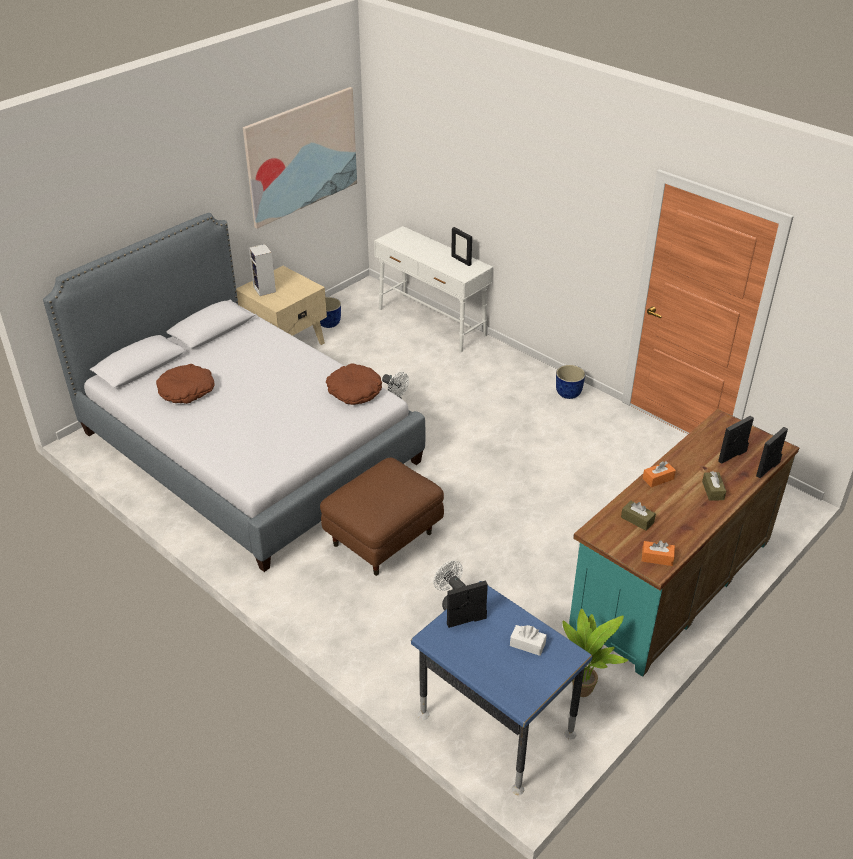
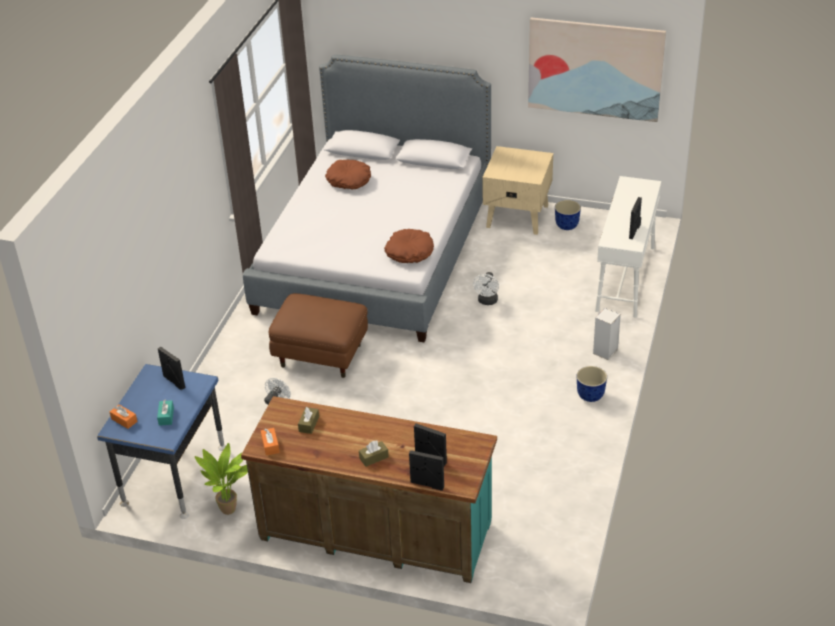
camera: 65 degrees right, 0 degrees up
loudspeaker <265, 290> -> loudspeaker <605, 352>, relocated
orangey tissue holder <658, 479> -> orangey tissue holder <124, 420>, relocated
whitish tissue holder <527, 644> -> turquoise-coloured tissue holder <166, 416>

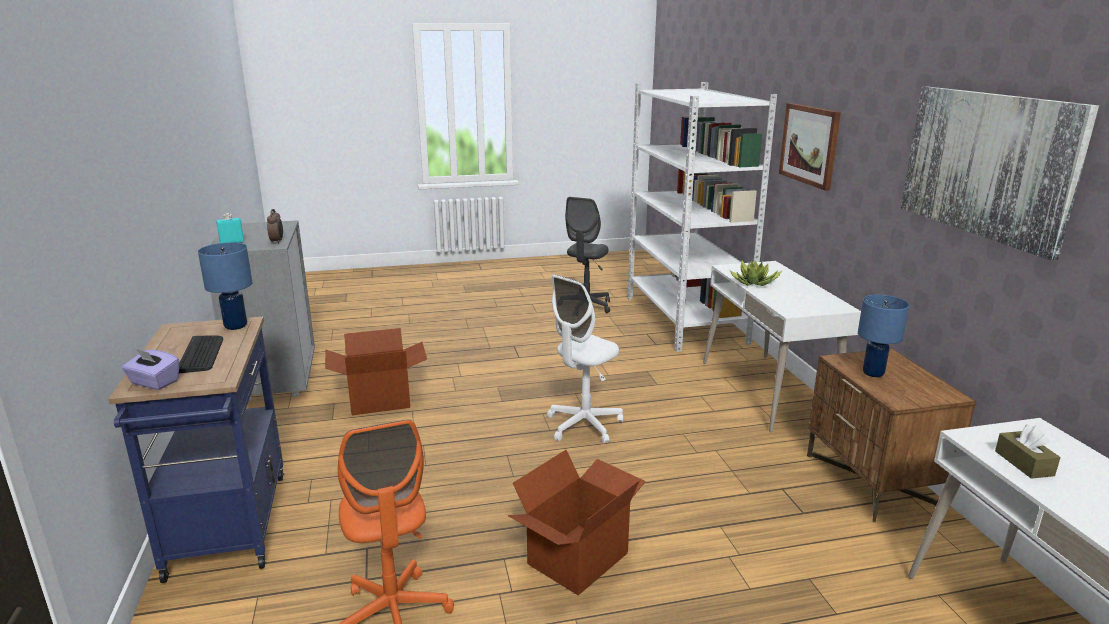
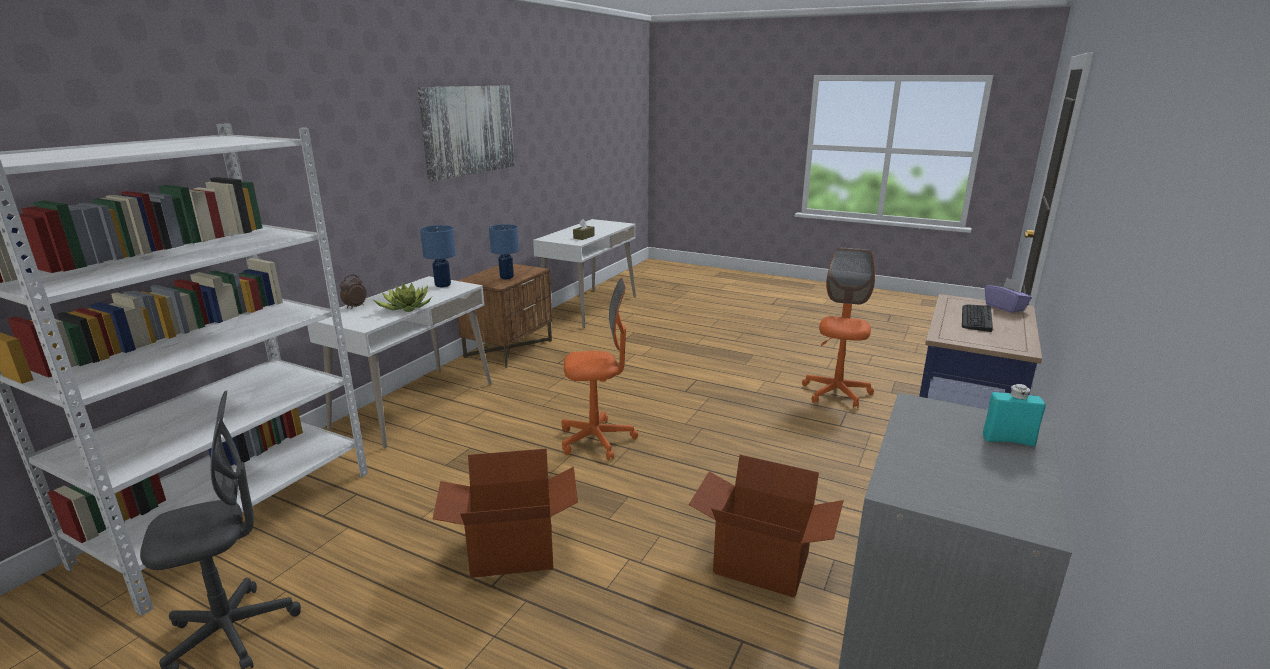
camera: 140 degrees left, 0 degrees up
wall picture <809, 145> -> none
bedside clock <277, 242> -> bedside clock <354, 307>, relocated
bluish lamp for a table <235, 327> -> bluish lamp for a table <443, 285>, relocated
whitish office chair <584, 425> -> orangey office chair <596, 440>
packing box <576, 557> -> packing box <512, 552>, relocated

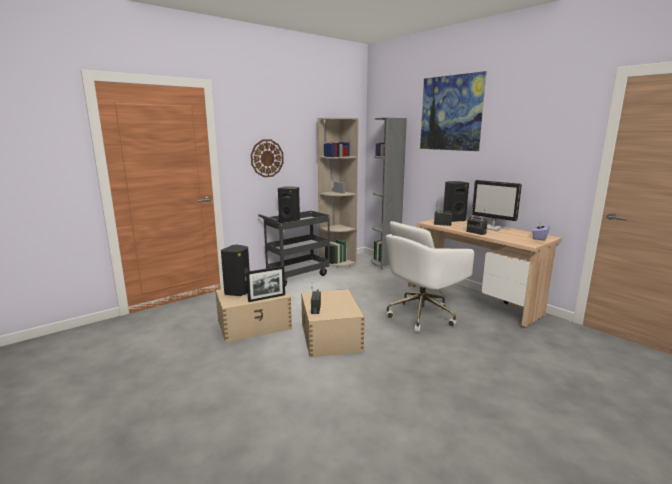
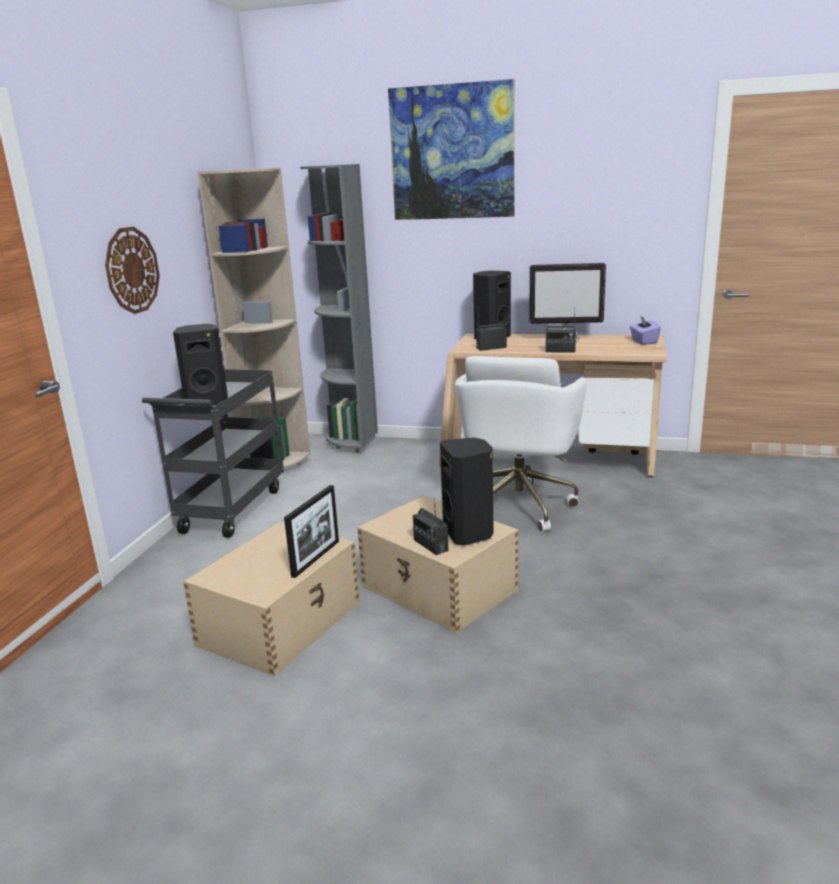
camera: 35 degrees left, 5 degrees up
black loudspeaker <238, 292> -> black loudspeaker <469, 534>, relocated

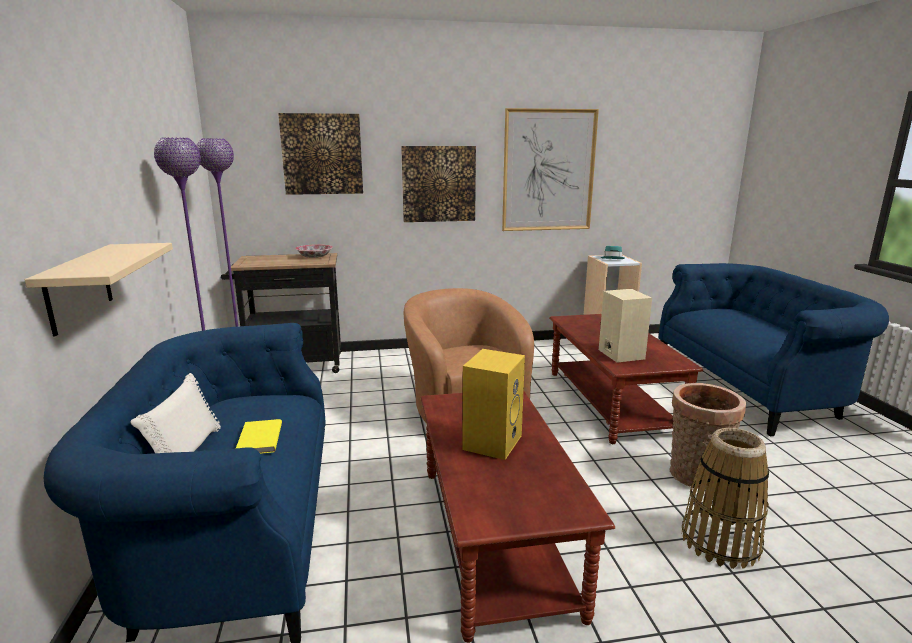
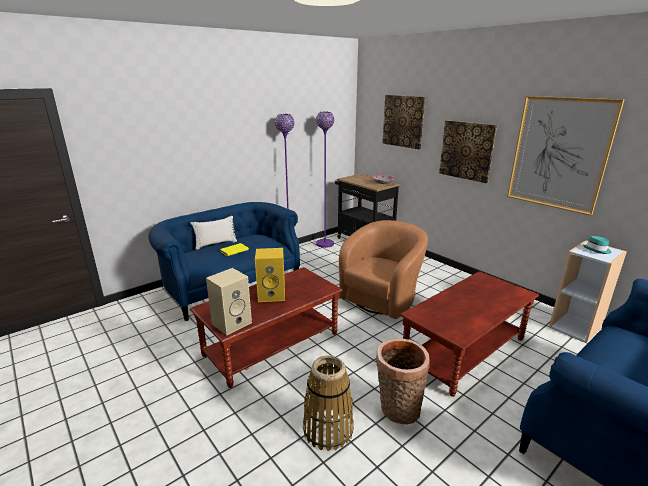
camera: 60 degrees right, 5 degrees up
beige-coloured shelf <79, 288> -> none
beige-coloured loudspeaker <620, 354> -> beige-coloured loudspeaker <232, 322>, relocated

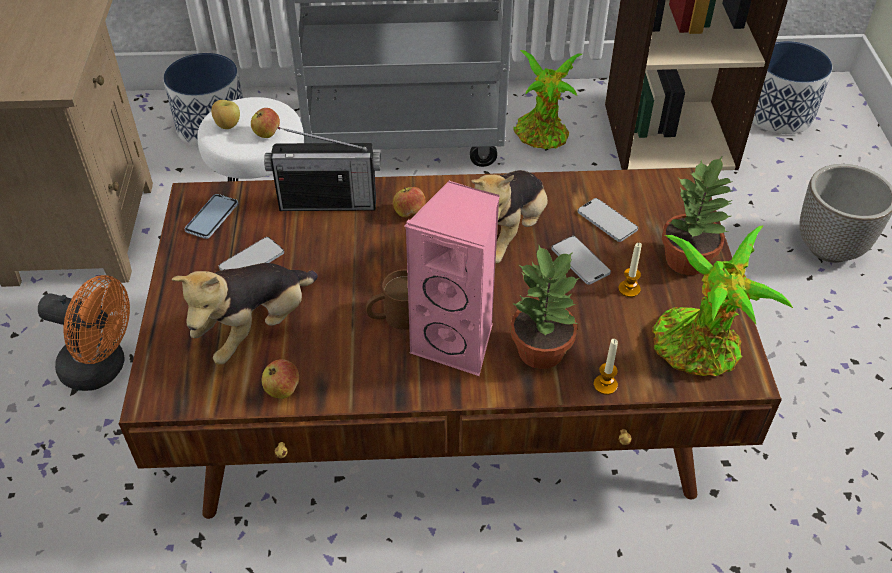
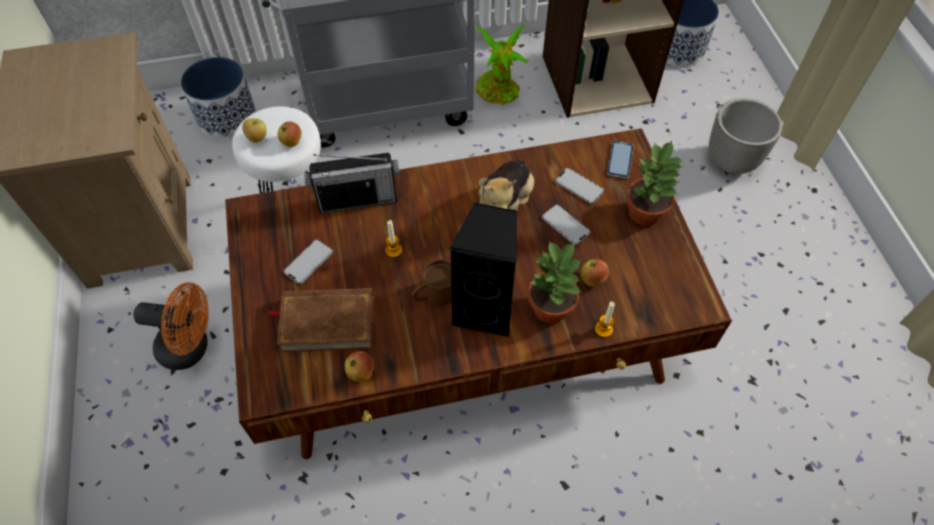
camera: 10 degrees left, 10 degrees up
pink loudspeaker <457, 342> -> black loudspeaker <486, 309>
apple <409, 213> -> apple <592, 279>, relocated
telephone <212, 217> -> telephone <620, 160>, relocated
houseplant <698, 351> -> none
wax light <629, 289> -> wax light <393, 250>, relocated
cuddly toy <256, 328> -> brown volume <327, 322>

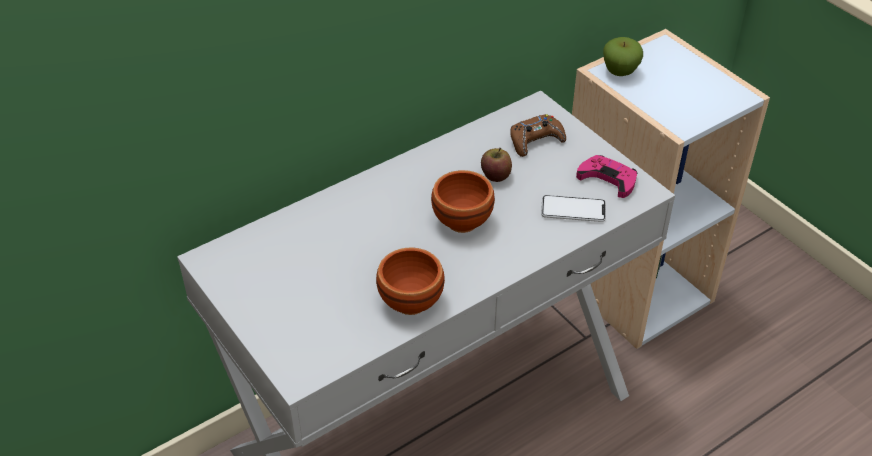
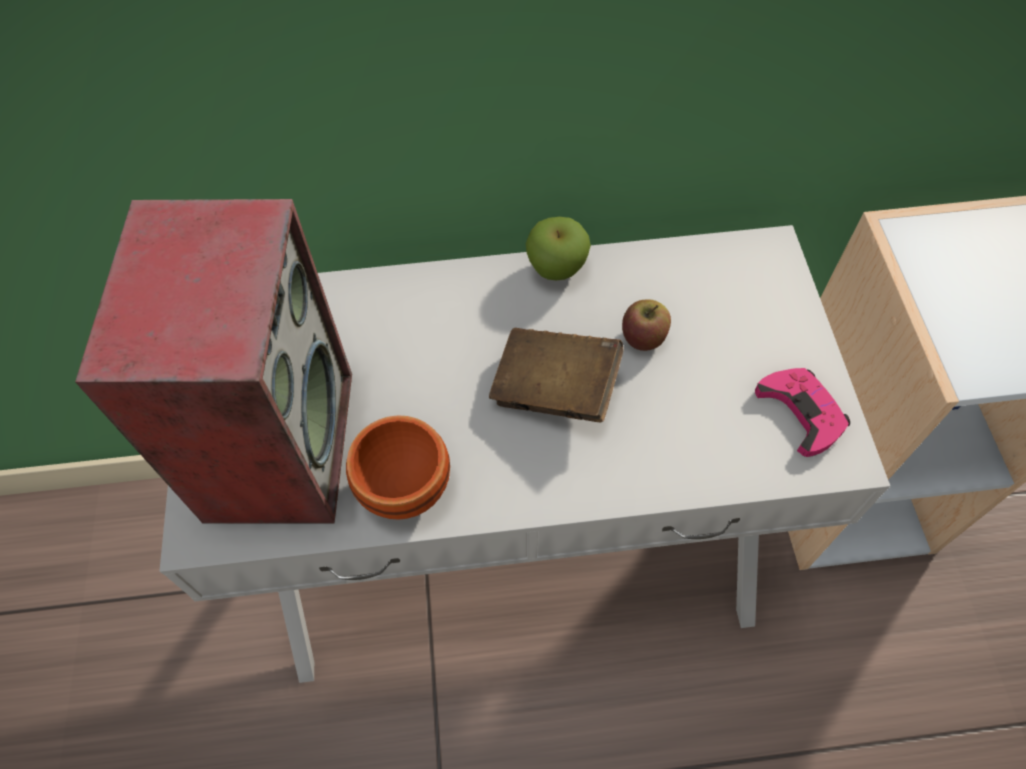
camera: 30 degrees right, 15 degrees up
apple <620, 72> -> apple <556, 269>, relocated
brown joypad <535, 141> -> none
brown serving bowl <463, 220> -> brown volume <555, 390>
telephone <573, 210> -> none
none -> loudspeaker <278, 442>

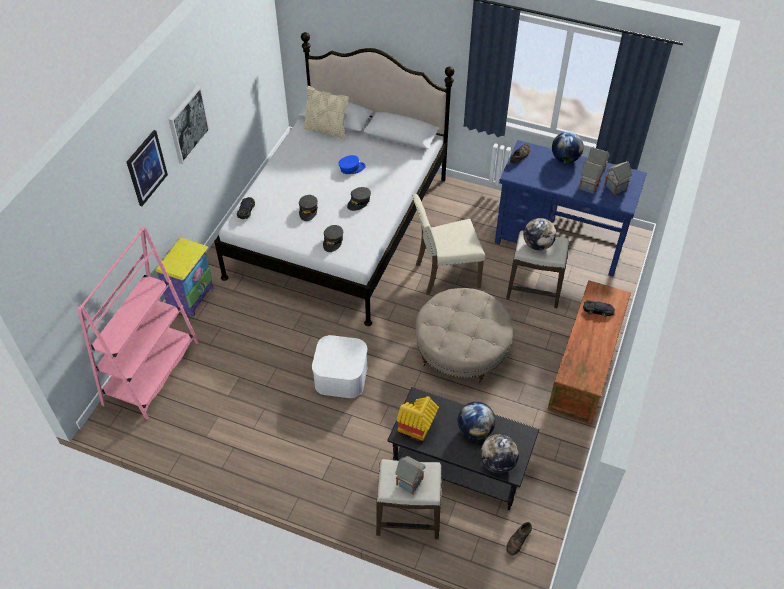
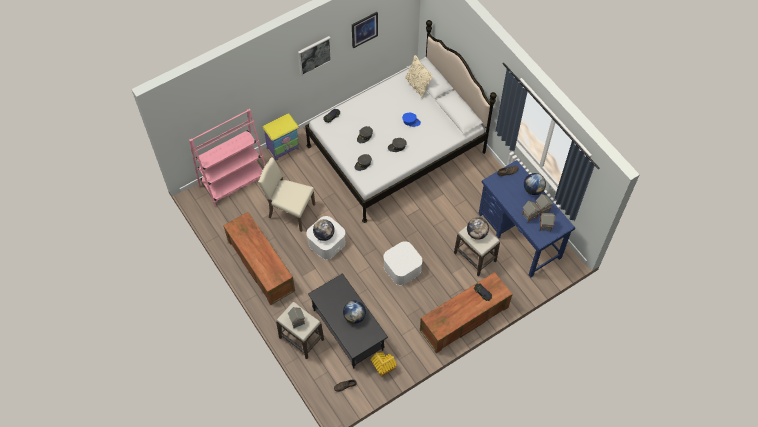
camera: 35 degrees right, 10 degrees up
wall picture <146, 168> -> wall picture <364, 29>, relocated
beige-coloured upright chair <445, 274> -> beige-coloured upright chair <290, 211>, relocated
beige-coloured pouffe <461, 350> -> whitish storage bin <402, 268>
miniature house <416, 429> -> miniature house <382, 368>, relocated
desk globe <497, 463> -> desk globe <324, 235>, relocated
none -> brown long seat <260, 265>

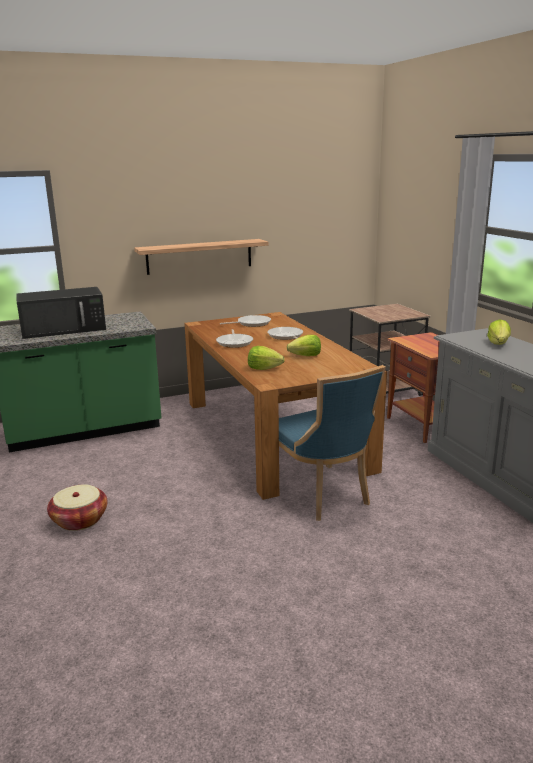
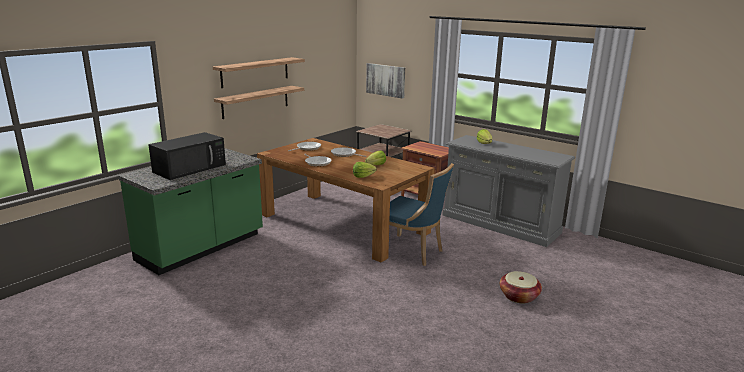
camera: 30 degrees left, 0 degrees up
storage basket <80, 520> -> storage basket <519, 296>, relocated
none -> shelf <255, 72>
none -> wall picture <386, 80>

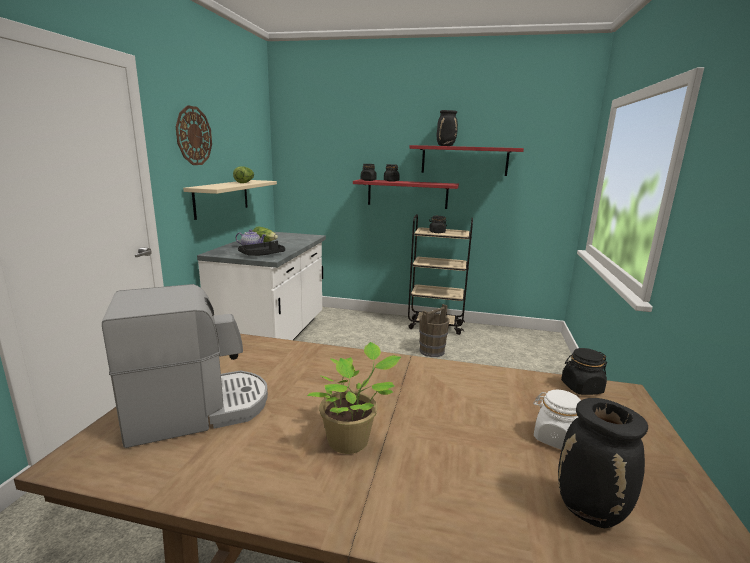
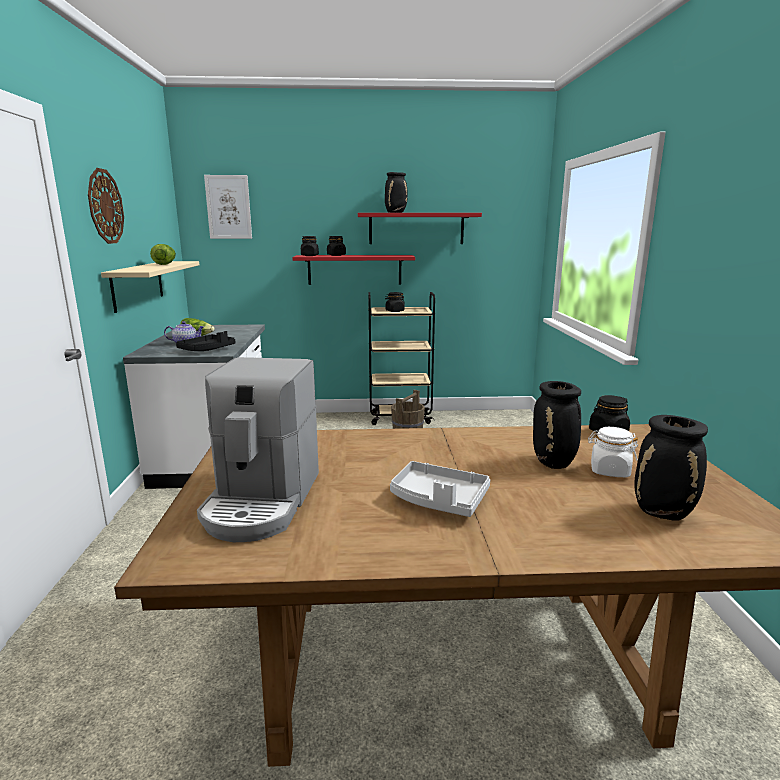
camera: 15 degrees left, 0 degrees up
coffee machine <197, 410> -> coffee machine <262, 501>, 135 degrees clockwise
houseplant <351, 440> -> greyish tray <438, 500>
none -> wall picture <228, 207>
none -> black decorative vase <554, 463>

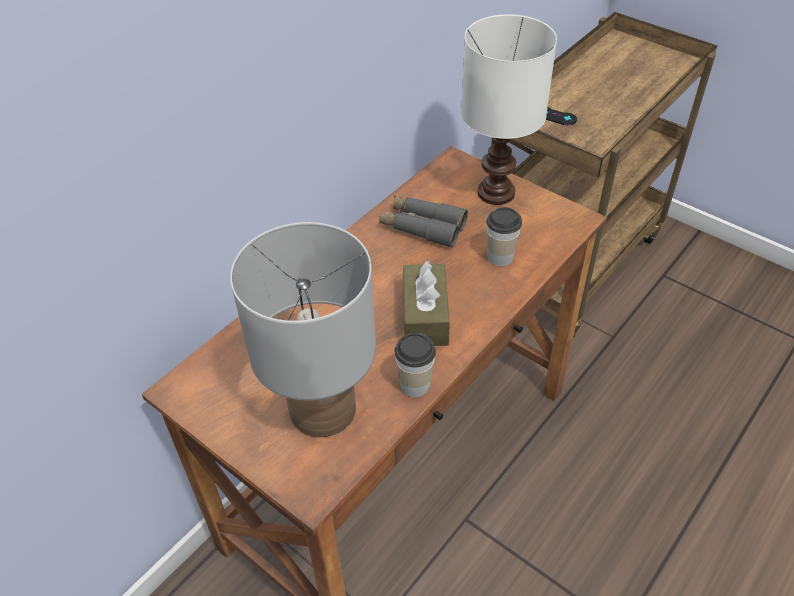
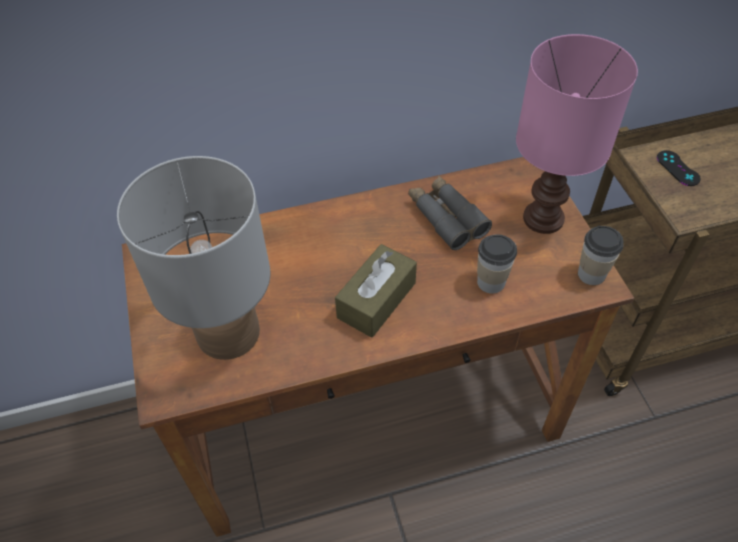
camera: 35 degrees right, 5 degrees up
whitish lamp for a table <495, 193> -> pink lamp for a table <541, 219>
drinking cup <415, 385> -> drinking cup <591, 274>, relocated

